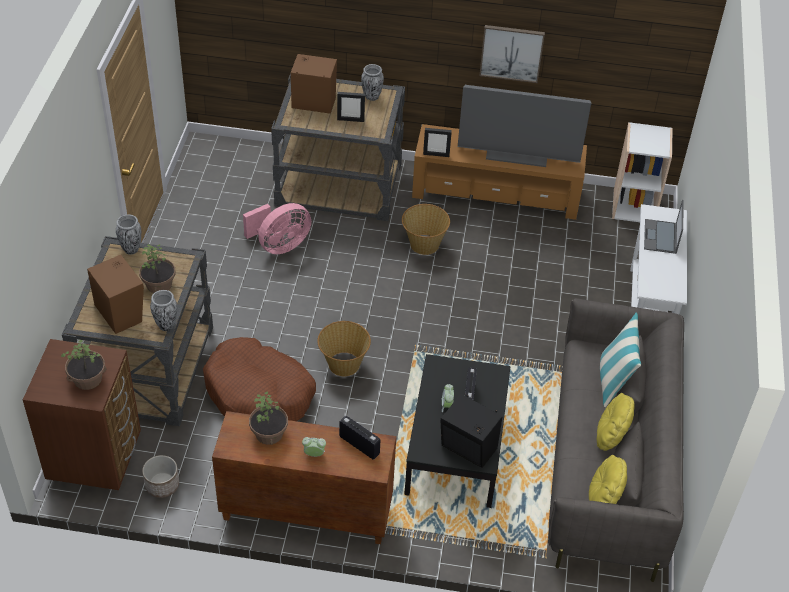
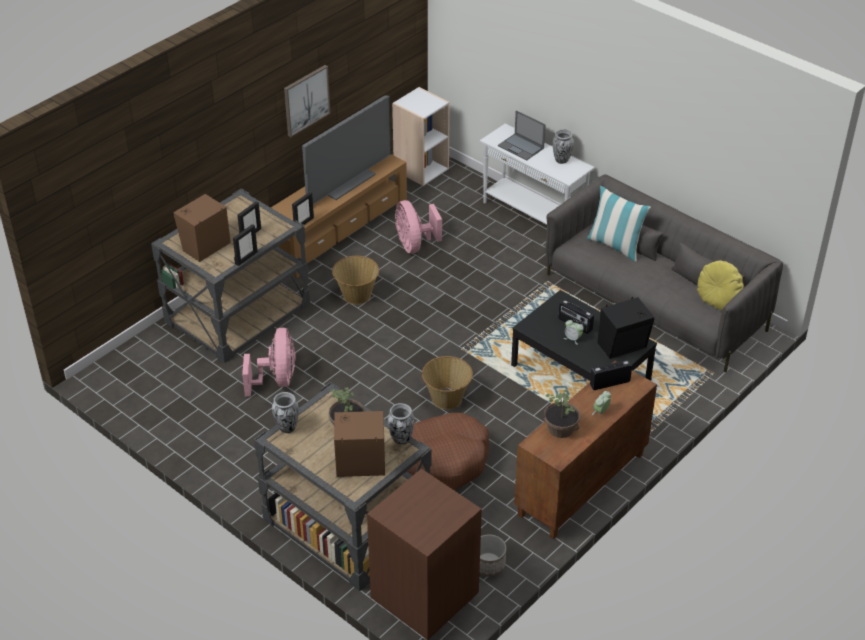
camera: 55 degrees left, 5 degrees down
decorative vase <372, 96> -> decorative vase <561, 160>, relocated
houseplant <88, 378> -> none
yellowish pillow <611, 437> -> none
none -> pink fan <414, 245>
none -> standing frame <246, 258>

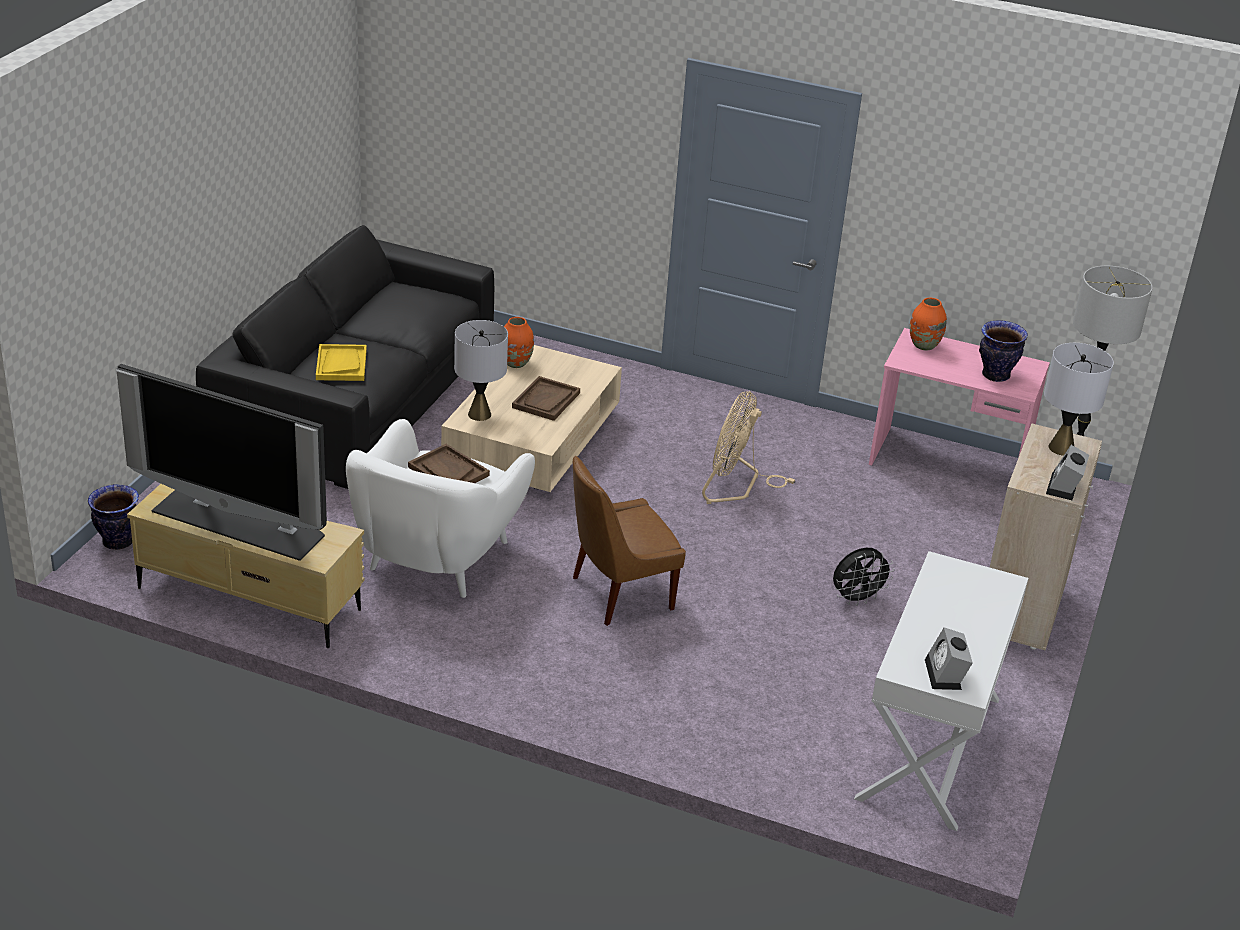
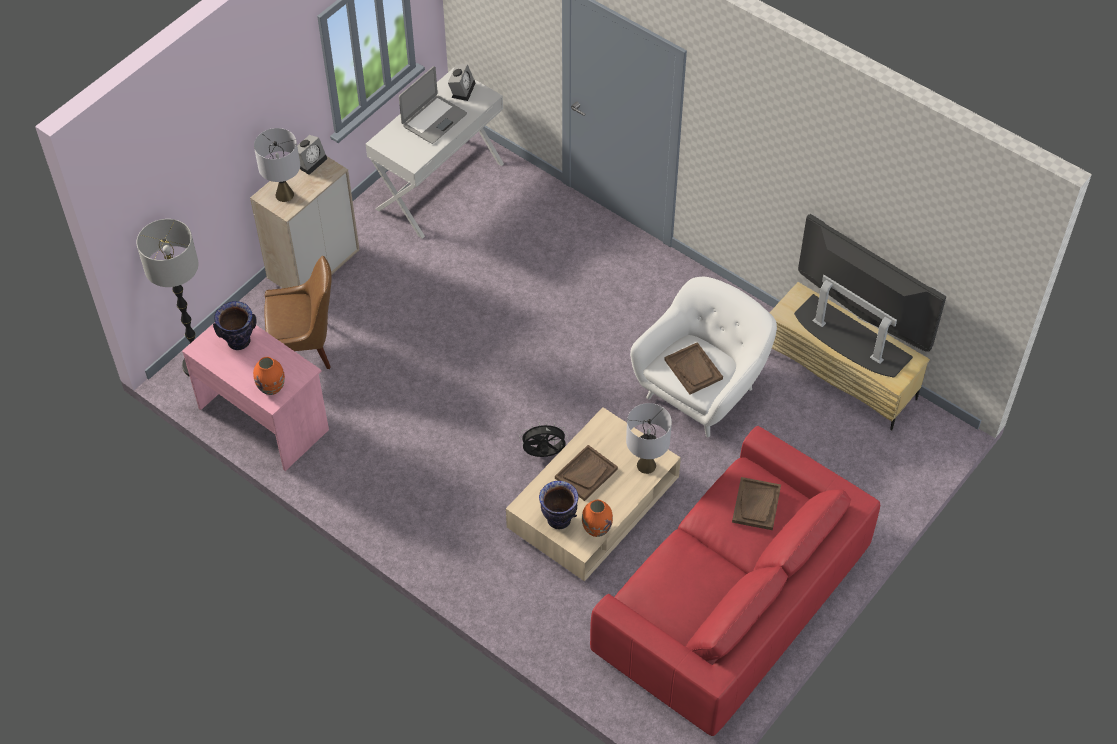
camera: 160 degrees left, 20 degrees up
black couch <354, 395> -> reddish couch <733, 598>
yellowish tray <341, 364> -> brown tray <756, 505>
beige-coloured fan <739, 481> -> none
brown upright chair <618, 594> -> brown upright chair <305, 348>, relocated
decorative vase <117, 542> -> decorative vase <559, 519>, relocated
black fan <857, 599> -> black fan <543, 454>, relocated
none -> portable computer <434, 120>

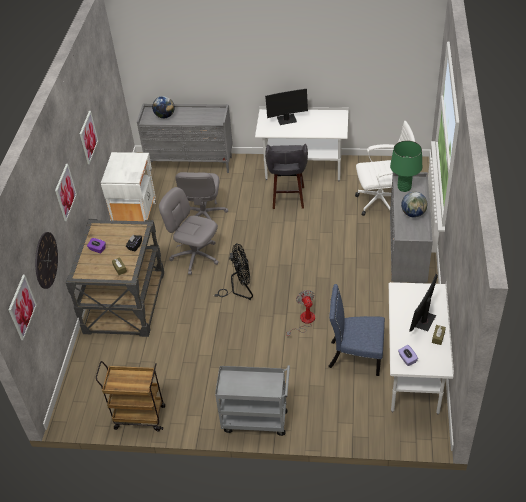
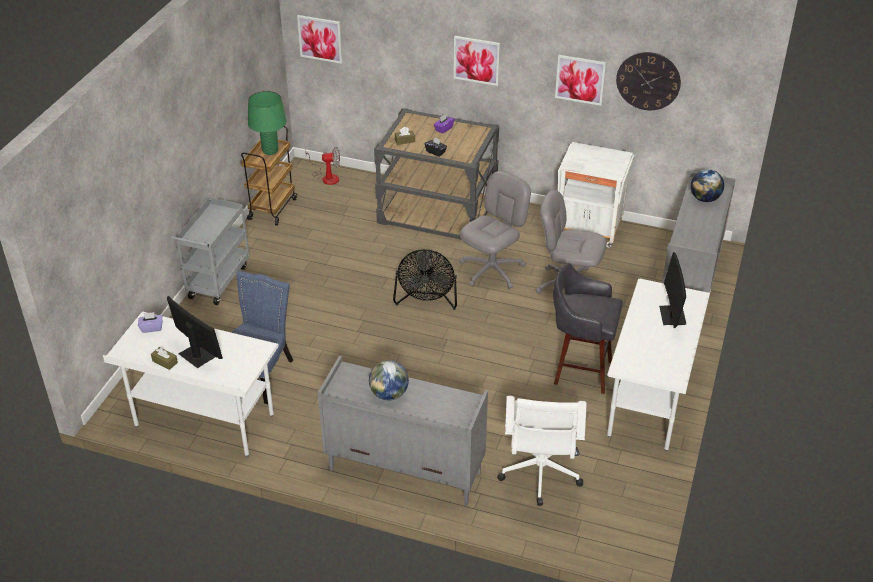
camera: 100 degrees right, 5 degrees down
green-coloured lamp for a table <404, 188> -> green-coloured lamp for a table <270, 151>, relocated
clock on the wall <46, 260> -> clock on the wall <648, 81>, relocated
fan <304, 321> -> fan <326, 177>, relocated

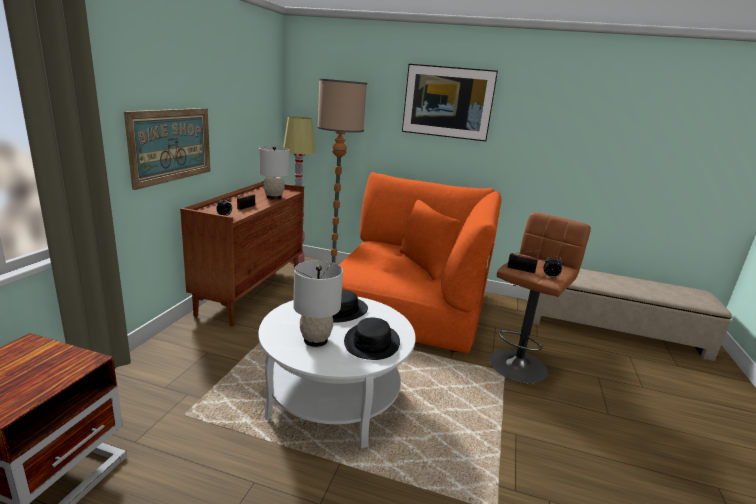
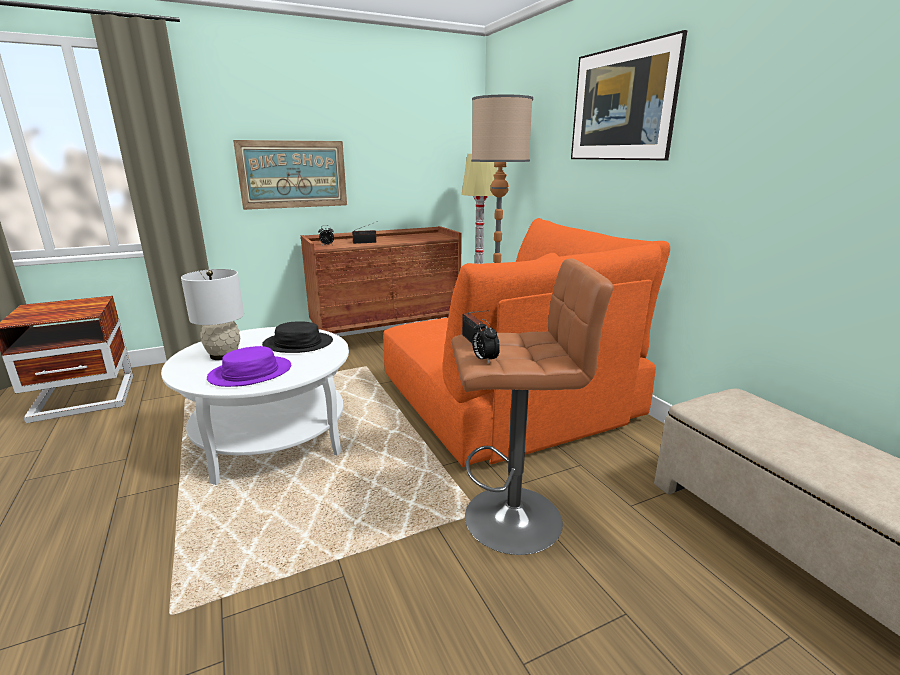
camera: 50 degrees right, 0 degrees up
whitish lamp for a table <274, 197> -> none
black wearable hat <372, 342> -> purplish wearable hat <250, 373>

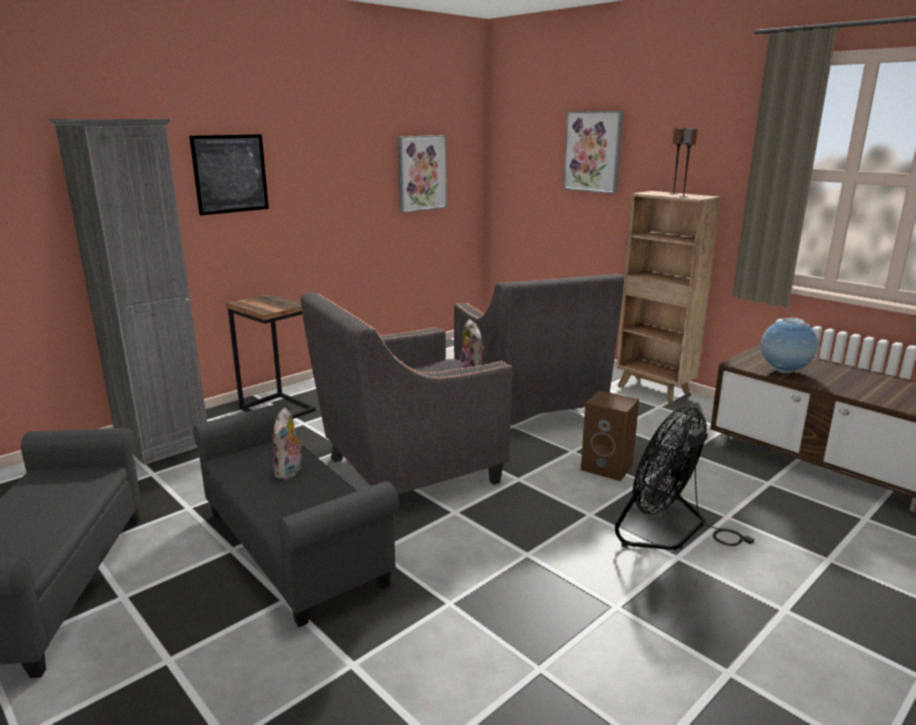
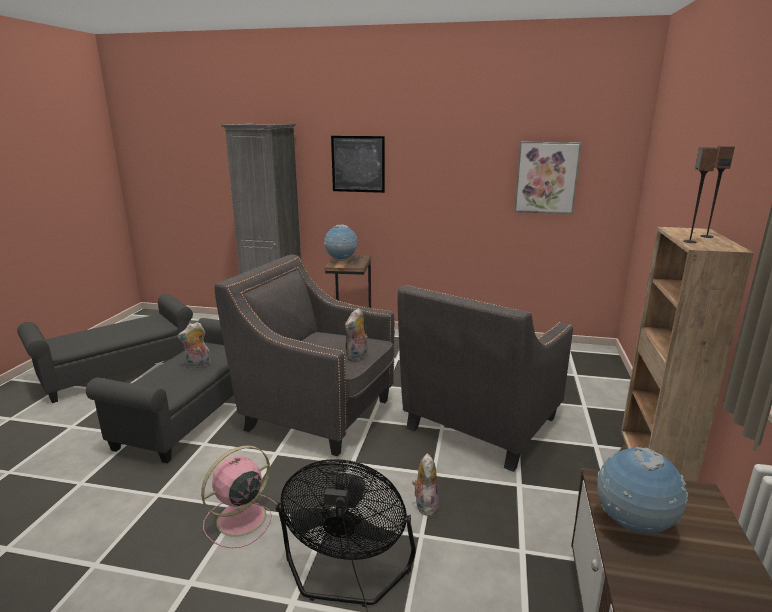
camera: 55 degrees right, 0 degrees up
wall picture <593, 151> -> none
brown loudspeaker <608, 467> -> cuddly toy <424, 504>
none -> desk globe <341, 260>
none -> pink fan <239, 520>

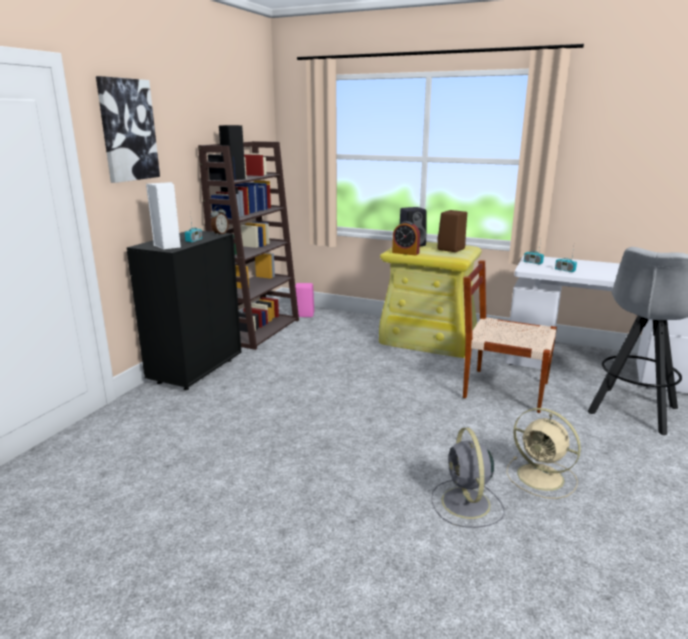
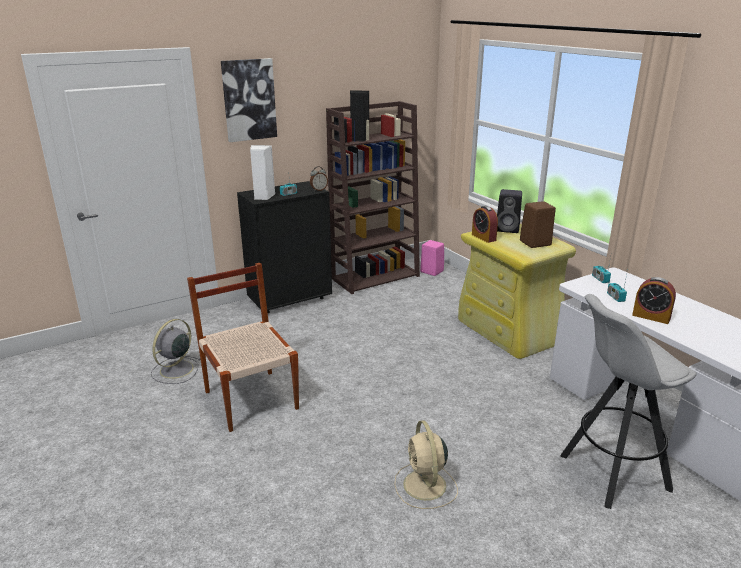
camera: 35 degrees right, 5 degrees up
upright chair <503, 389> -> upright chair <250, 398>, relocated
greyish fan <466, 504> -> greyish fan <175, 370>, relocated
none -> bedside clock <651, 316>

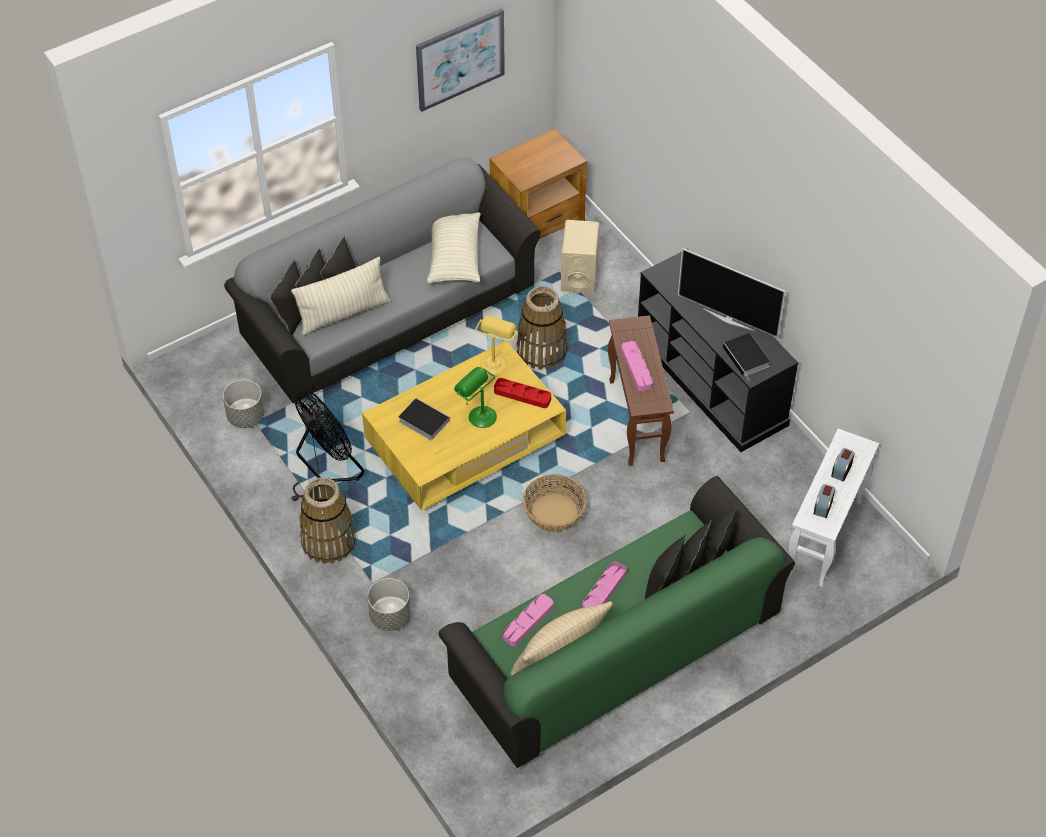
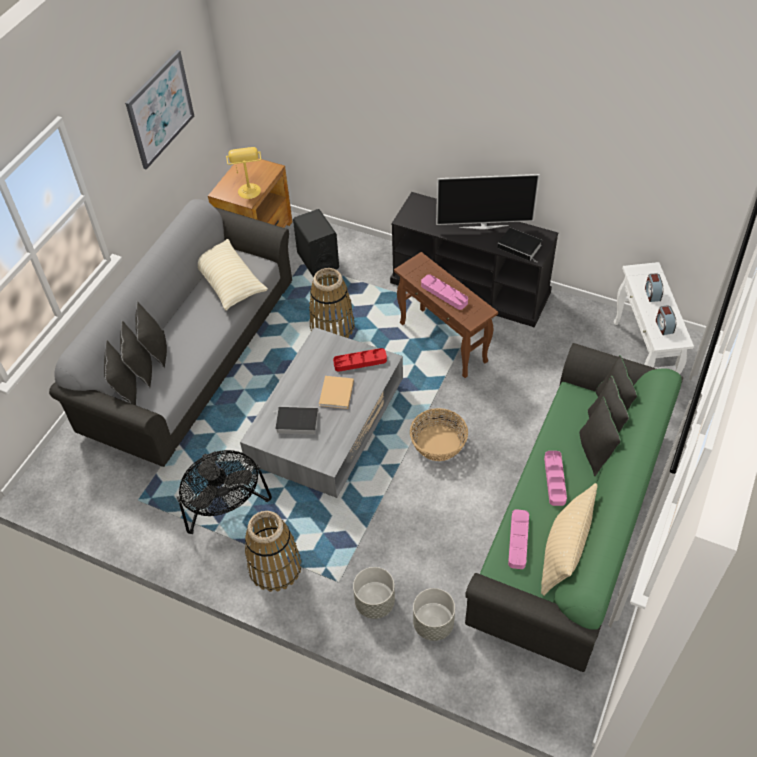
camera: 30 degrees left, 0 degrees up
beige-coloured loudspeaker <579, 276> -> black loudspeaker <318, 260>
beige-coloured pillow <343, 314> -> none
yellowish lamp for a table <495, 360> -> yellowish lamp for a table <248, 187>, relocated
yellowish lounge table <465, 442> -> greyish lounge table <327, 425>
green-coloured lamp for a table <477, 414> -> beige-coloured volume <336, 394>
greyish flower pot <245, 416> -> greyish flower pot <433, 624>, relocated
black fan <321, 464> -> black fan <221, 505>, 135 degrees clockwise

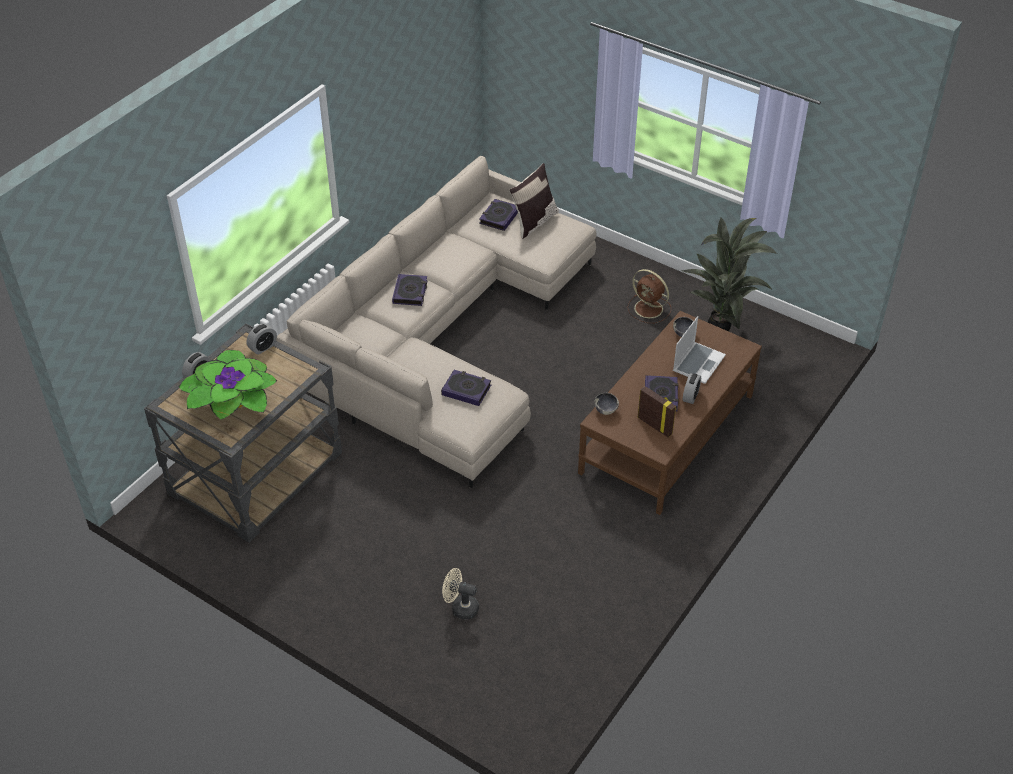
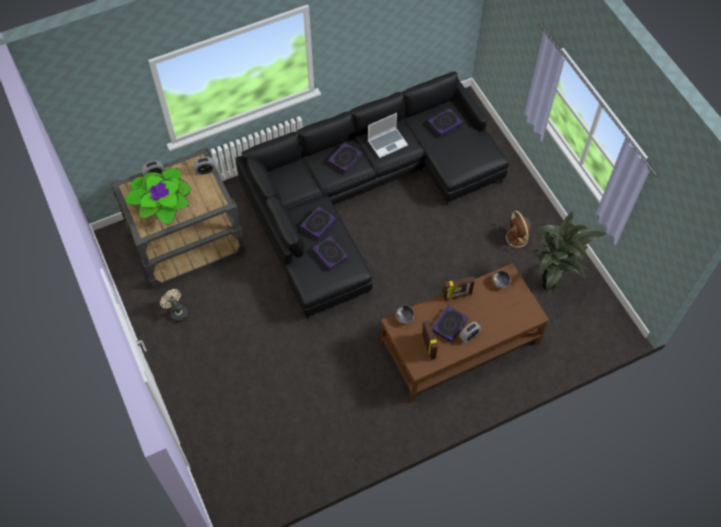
camera: 30 degrees right, 15 degrees up
beige-coloured couch <443, 337> -> black couch <363, 195>
pillow <534, 222> -> none
portable computer <698, 363> -> portable computer <387, 143>, relocated
beige-coloured fan <460, 608> -> beige-coloured fan <177, 312>, relocated
none -> volume <318, 224>
none -> standing frame <457, 296>

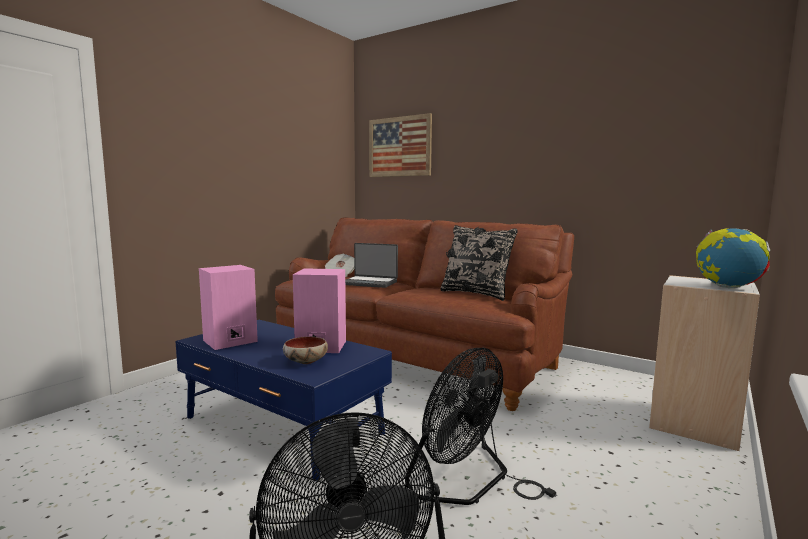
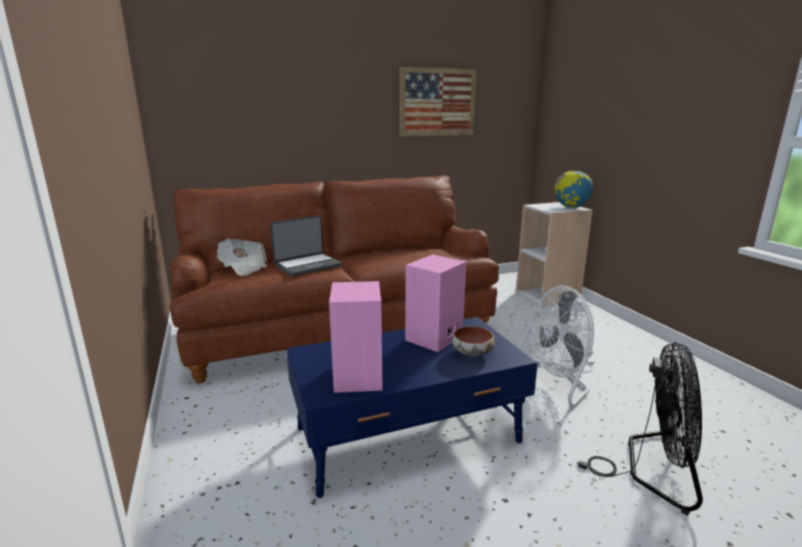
camera: 55 degrees left, 10 degrees up
wall picture <399, 147> -> wall picture <437, 102>, relocated
black pillow <475, 294> -> none
black fan <476, 479> -> whitish fan <560, 378>

